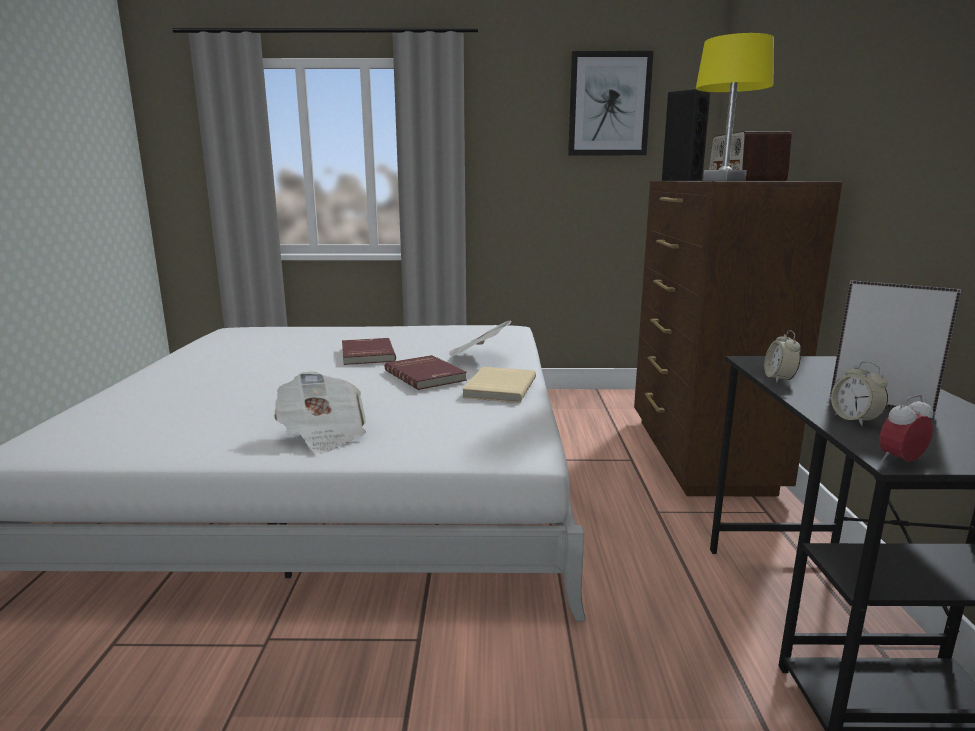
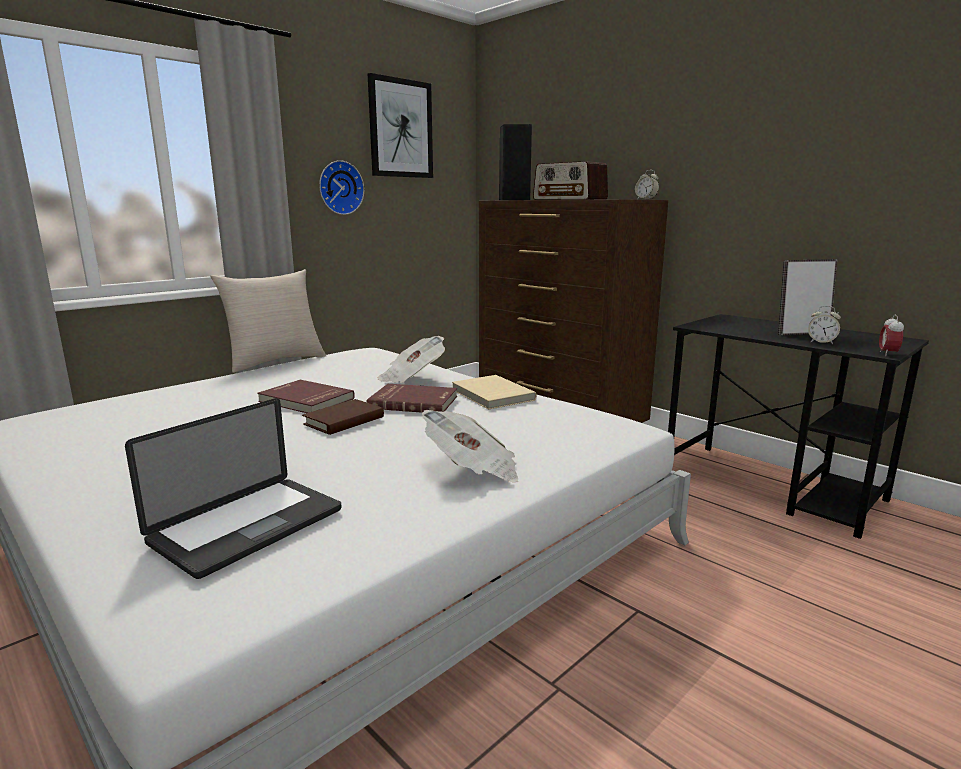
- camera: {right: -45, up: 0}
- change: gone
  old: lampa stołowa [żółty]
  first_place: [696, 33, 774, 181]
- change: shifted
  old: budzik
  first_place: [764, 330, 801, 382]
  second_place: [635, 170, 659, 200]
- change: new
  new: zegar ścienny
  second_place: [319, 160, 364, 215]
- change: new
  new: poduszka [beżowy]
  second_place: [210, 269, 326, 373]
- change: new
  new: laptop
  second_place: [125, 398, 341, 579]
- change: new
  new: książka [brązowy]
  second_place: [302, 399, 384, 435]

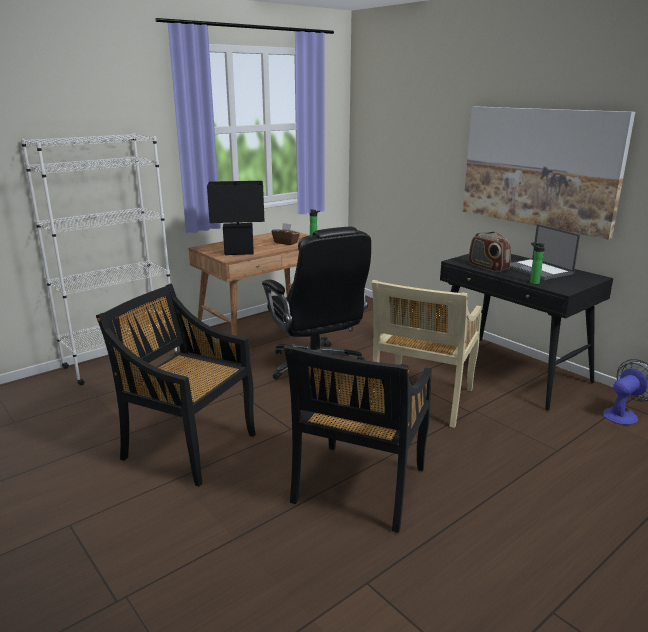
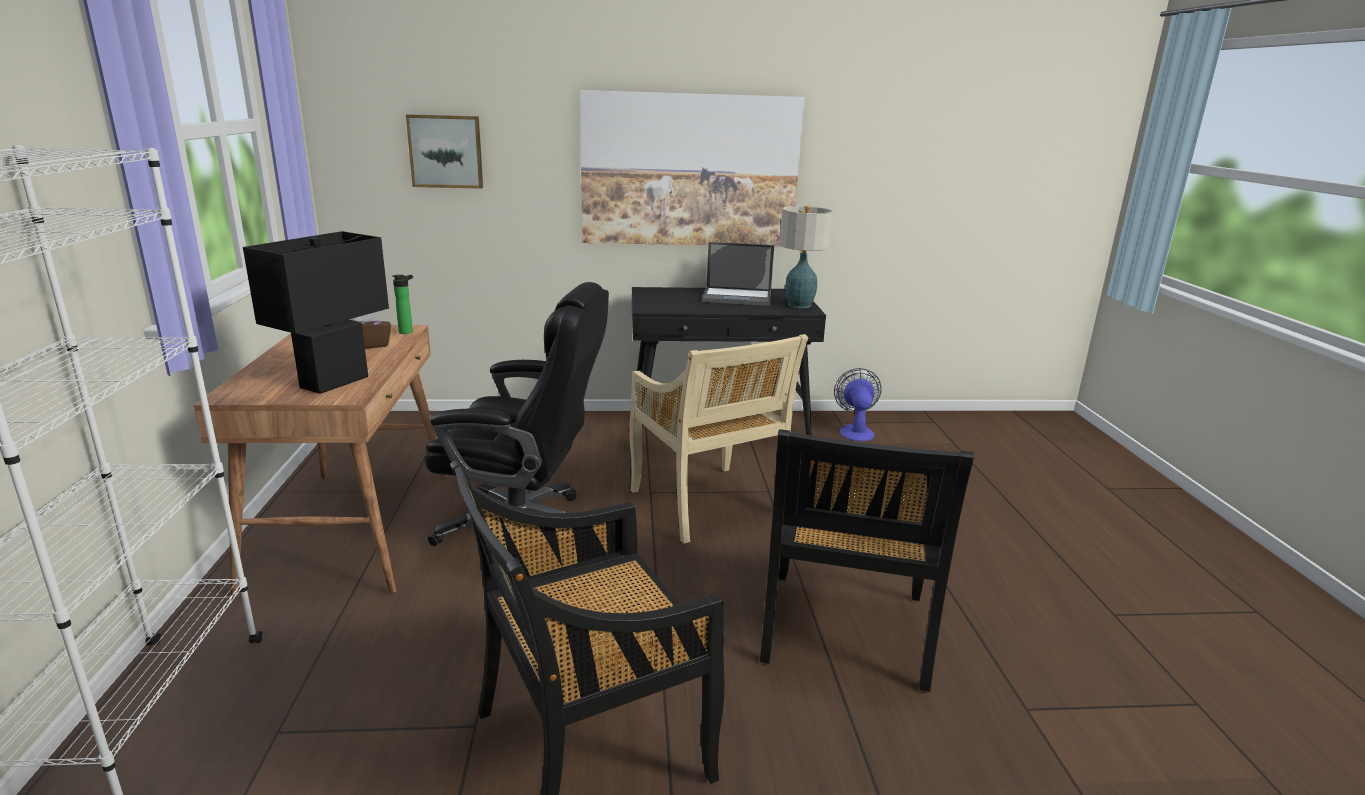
- camera: {right: -55, up: 0}
- change: gone
  old: radio
  first_place: [468, 232, 511, 272]
- change: gone
  old: butelka
  first_place: [530, 242, 545, 284]
- change: rotated
  old: krzesło [czarny]
  first_place: [284, 344, 432, 533]
  second_place: [760, 429, 974, 692]
  degrees: 45
- change: new
  new: obraz
  second_place: [406, 114, 483, 189]
- change: new
  new: lampa stołowa
  second_place: [780, 206, 833, 308]

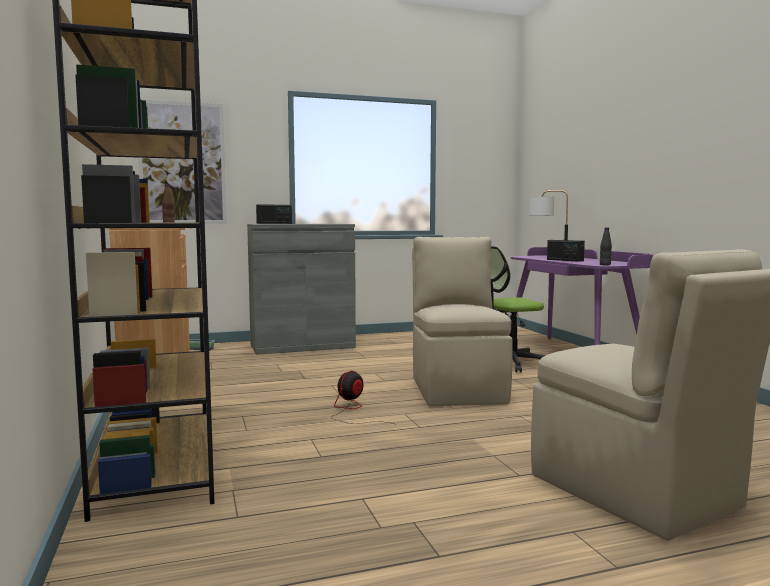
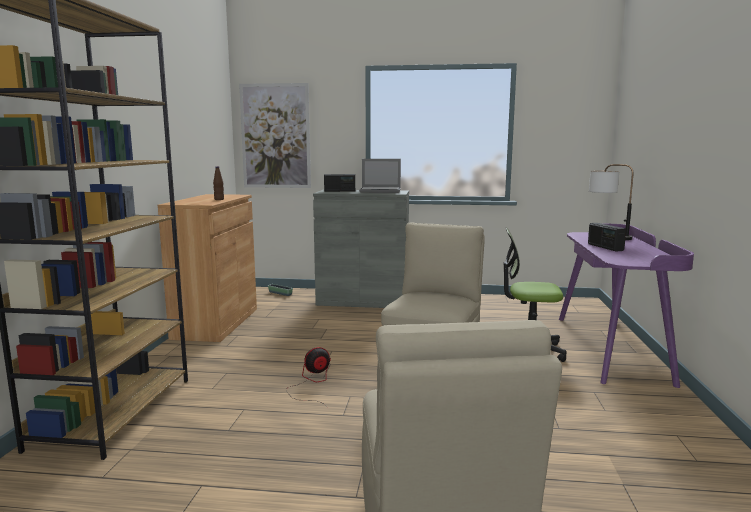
- camera: {right: 25, up: 5}
- change: gone
  old: butelka [czarny]
  first_place: [600, 227, 612, 265]
- change: new
  new: laptop
  second_place: [359, 159, 401, 193]

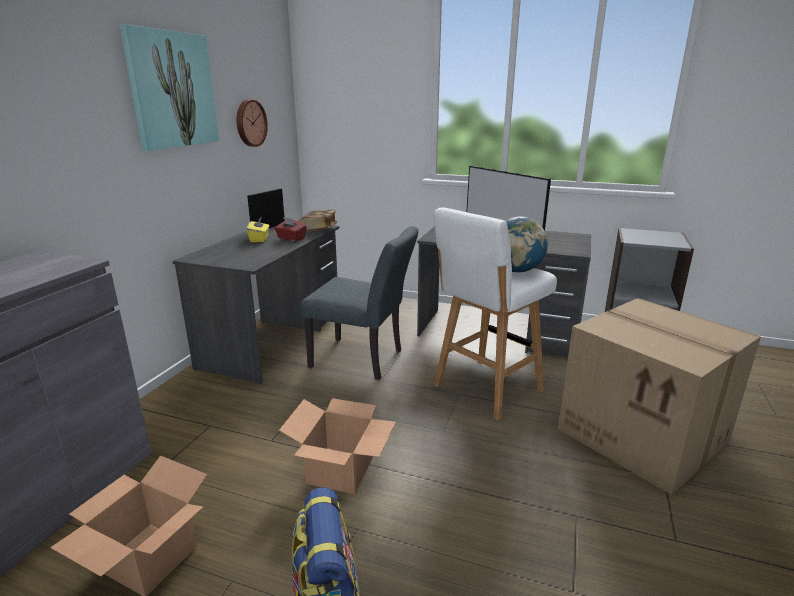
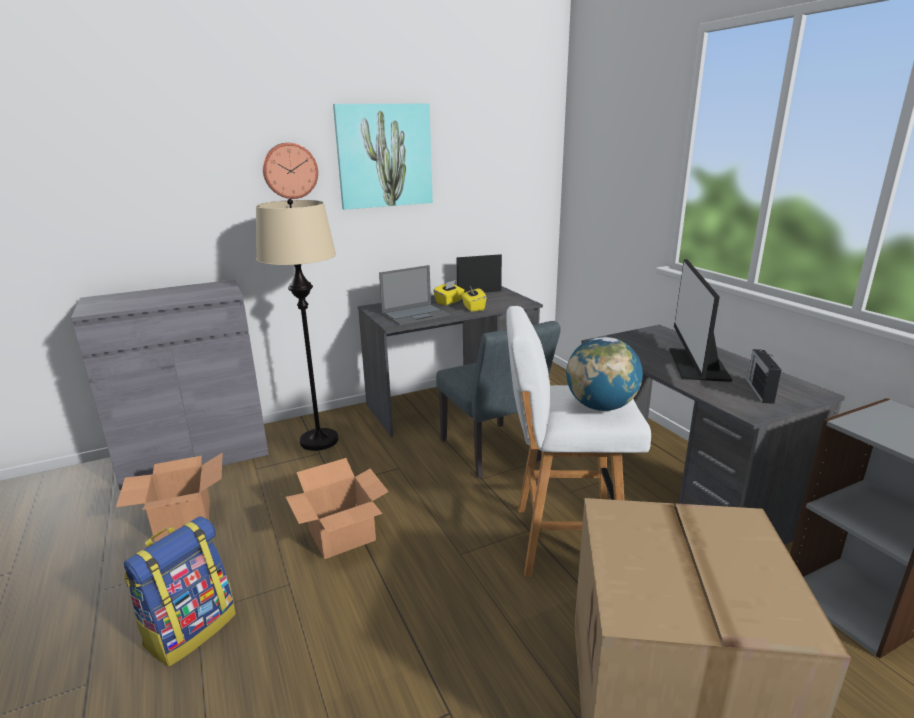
- camera: {right: 45, up: 0}
- change: shifted
  old: zegar ścienny
  first_place: [237, 100, 268, 147]
  second_place: [263, 143, 318, 199]
- change: gone
  old: książka
  first_place: [299, 209, 337, 232]
- change: repainted
  old: pudełko chusteczek [czerwony]
  new: pudełko chusteczek [żółty]
  first_place: [274, 217, 307, 241]
  second_place: [461, 285, 486, 312]
- change: new
  new: lampa stojąca [beżowy]
  second_place: [256, 199, 339, 451]
- change: new
  new: laptop
  second_place: [379, 265, 450, 326]
- change: new
  new: radio
  second_place: [747, 349, 781, 404]

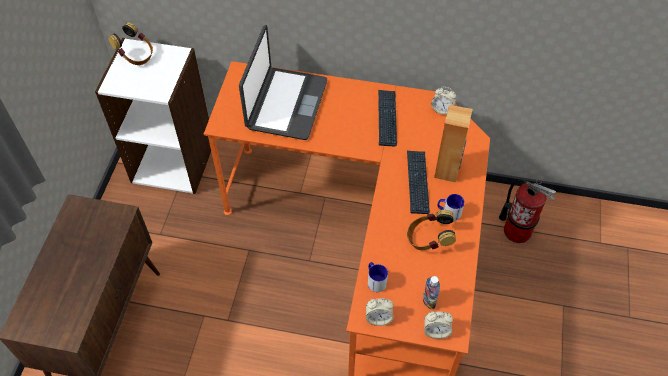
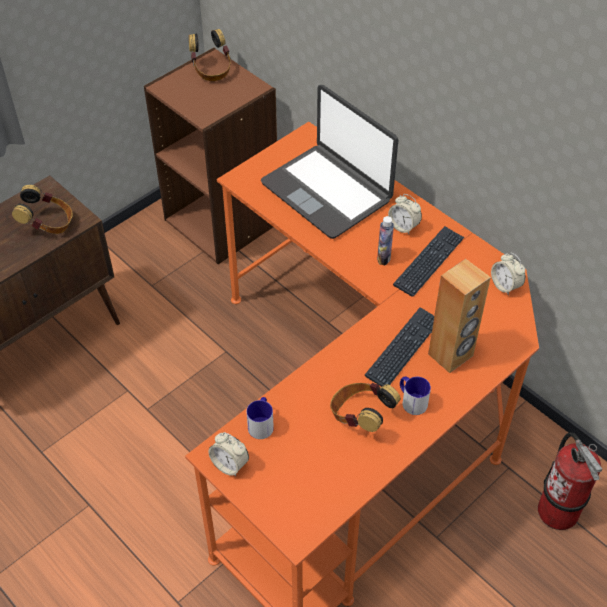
- camera: {right: 35, up: -5}
- change: rotated
  old: laptop
  first_place: [239, 25, 327, 140]
  second_place: [261, 85, 398, 239]
  degrees: 90
- change: repainted
  old: regał [biały]
  new: regał [brązowy]
  first_place: [95, 38, 211, 194]
  second_place: [144, 48, 277, 264]
- change: shifted
  old: butelka
  first_place: [423, 276, 440, 309]
  second_place: [377, 216, 394, 265]
- change: shifted
  old: budzik
  first_place: [424, 311, 453, 339]
  second_place: [388, 194, 422, 234]
- change: new
  new: słuchawki
  second_place: [12, 185, 73, 234]

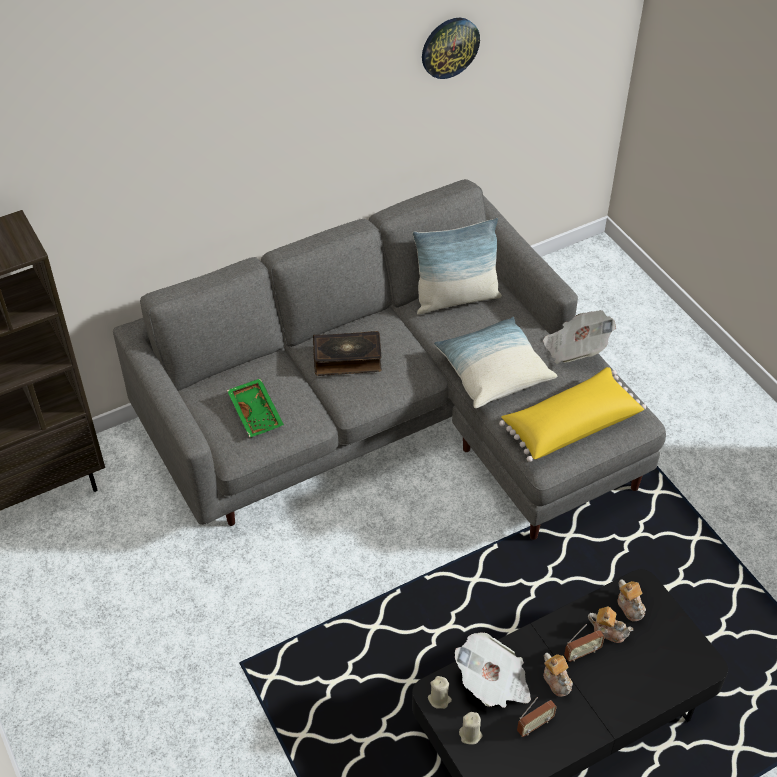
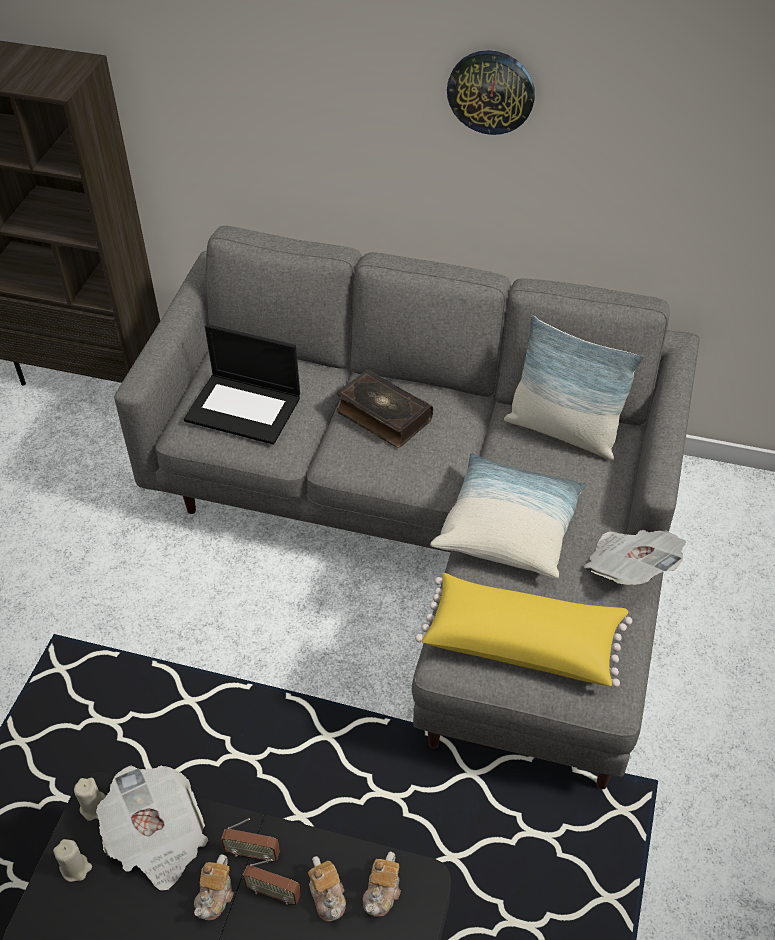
- camera: {right: 45, up: 0}
- change: shifted
  old: zegar ścienny
  first_place: [422, 18, 480, 79]
  second_place: [447, 50, 535, 135]
- change: swapped
  old: taca [zielony]
  new: laptop
  first_place: [227, 378, 284, 438]
  second_place: [184, 324, 300, 445]
- change: shifted
  old: radio
  first_place: [517, 697, 557, 737]
  second_place: [221, 818, 280, 863]

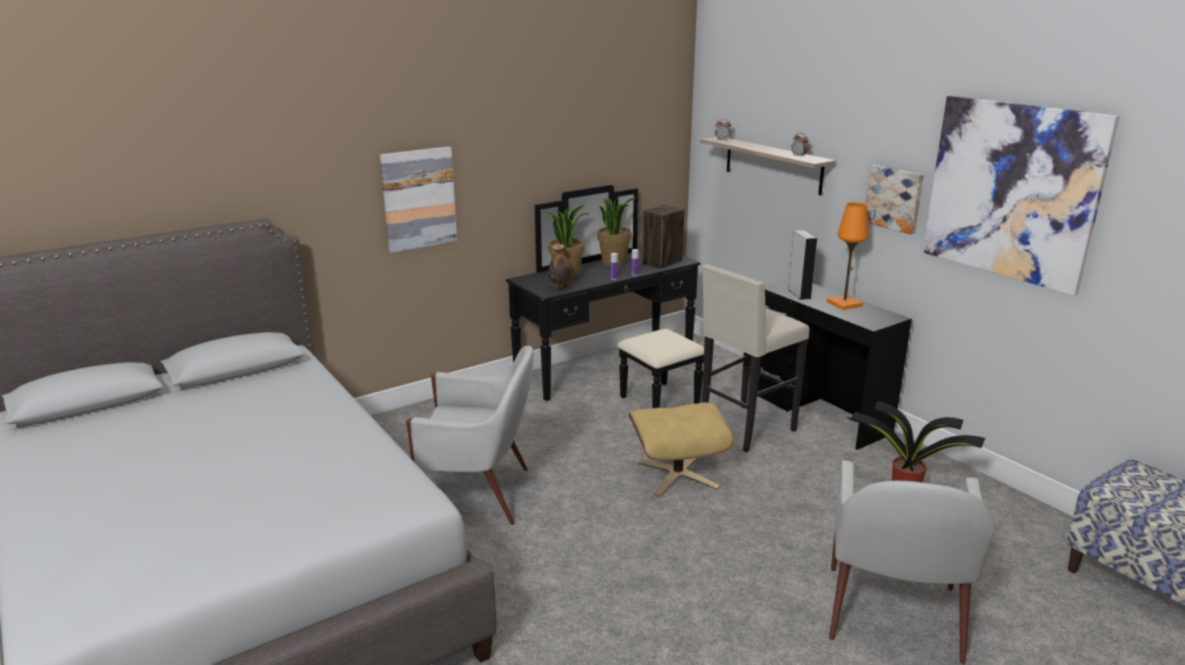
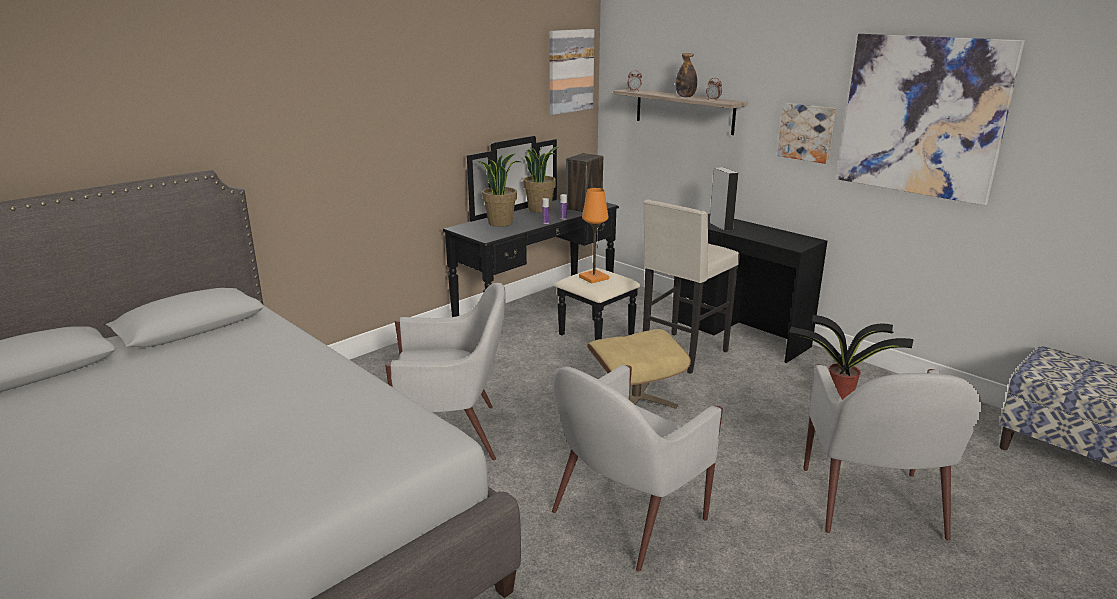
- camera: {right: -10, up: 0}
- change: shifted
  old: obraz
  first_place: [380, 147, 457, 253]
  second_place: [549, 29, 595, 115]
- change: shifted
  old: lampa stołowa [pomarańczowy]
  first_place: [827, 202, 869, 310]
  second_place: [579, 188, 609, 284]
- change: shifted
  old: butelka
  first_place: [549, 244, 572, 289]
  second_place: [676, 53, 697, 97]
- change: new
  new: fotel [biały]
  second_place: [552, 365, 723, 572]

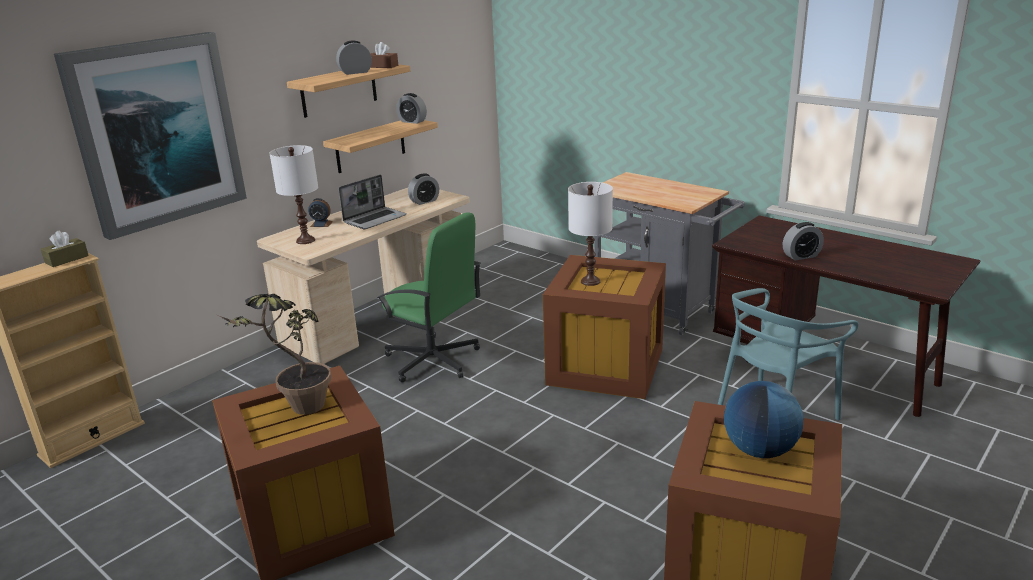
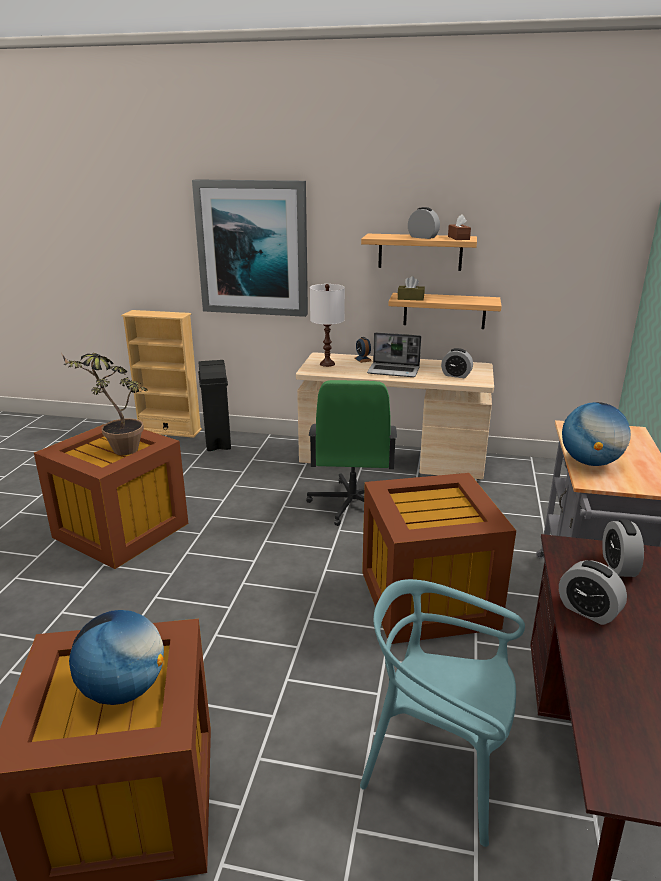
- camera: {right: 60, up: 0}
- change: shifted
  old: budzik
  first_place: [396, 93, 427, 124]
  second_place: [602, 519, 644, 577]
- change: gone
  old: lampa stołowa [biały]
  first_place: [568, 182, 613, 286]
- change: shifted
  old: pudełko chusteczek [brązowy]
  first_place: [41, 231, 89, 267]
  second_place: [398, 276, 425, 301]
- change: new
  new: kosz na śmieci [czarny]
  second_place: [198, 360, 231, 451]
- change: new
  new: globus
  second_place: [562, 402, 631, 466]

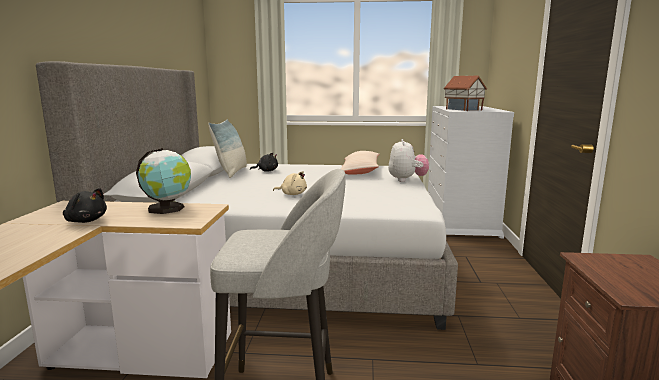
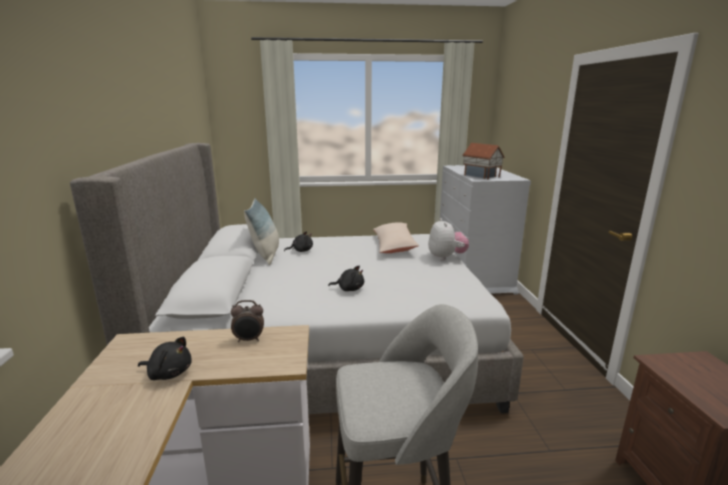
- camera: {right: -10, up: 5}
- change: swapped
  old: globus
  new: budzik
  first_place: [136, 148, 191, 214]
  second_place: [231, 300, 264, 342]
- change: repainted
  old: pluszak [beżowy]
  new: pluszak [czarny]
  first_place: [273, 171, 307, 195]
  second_place: [328, 266, 364, 291]

